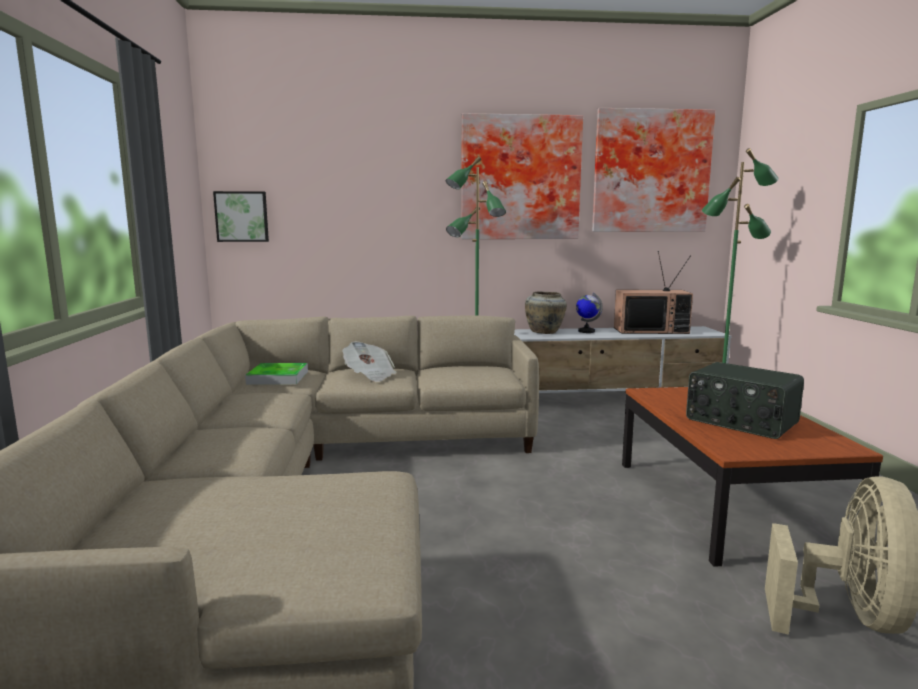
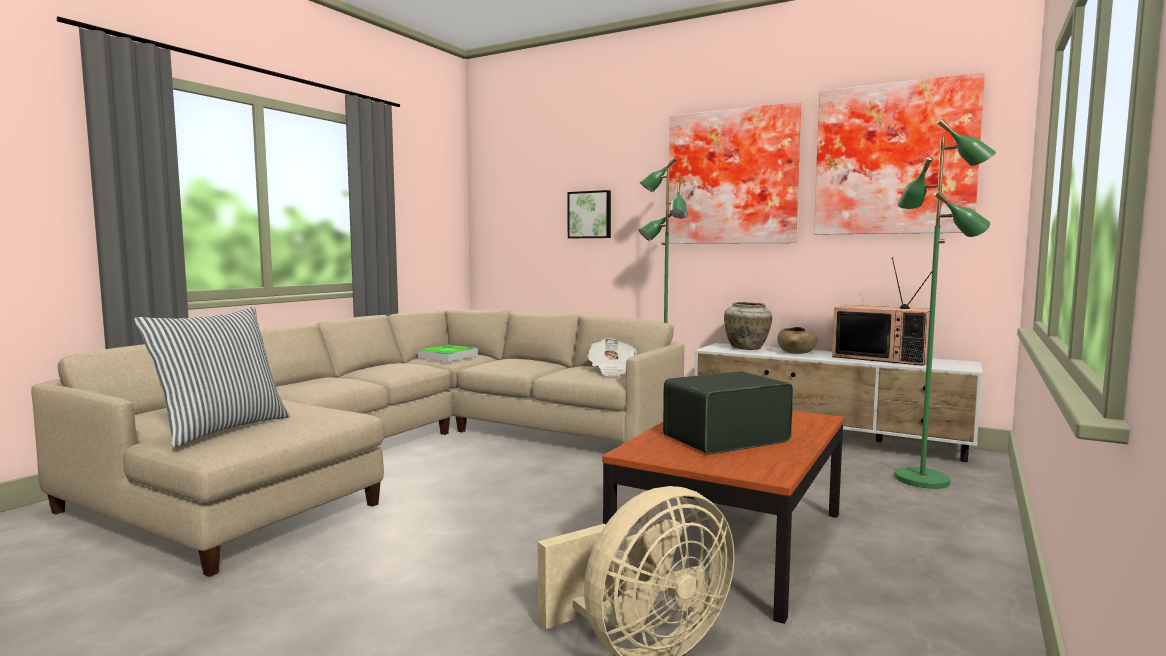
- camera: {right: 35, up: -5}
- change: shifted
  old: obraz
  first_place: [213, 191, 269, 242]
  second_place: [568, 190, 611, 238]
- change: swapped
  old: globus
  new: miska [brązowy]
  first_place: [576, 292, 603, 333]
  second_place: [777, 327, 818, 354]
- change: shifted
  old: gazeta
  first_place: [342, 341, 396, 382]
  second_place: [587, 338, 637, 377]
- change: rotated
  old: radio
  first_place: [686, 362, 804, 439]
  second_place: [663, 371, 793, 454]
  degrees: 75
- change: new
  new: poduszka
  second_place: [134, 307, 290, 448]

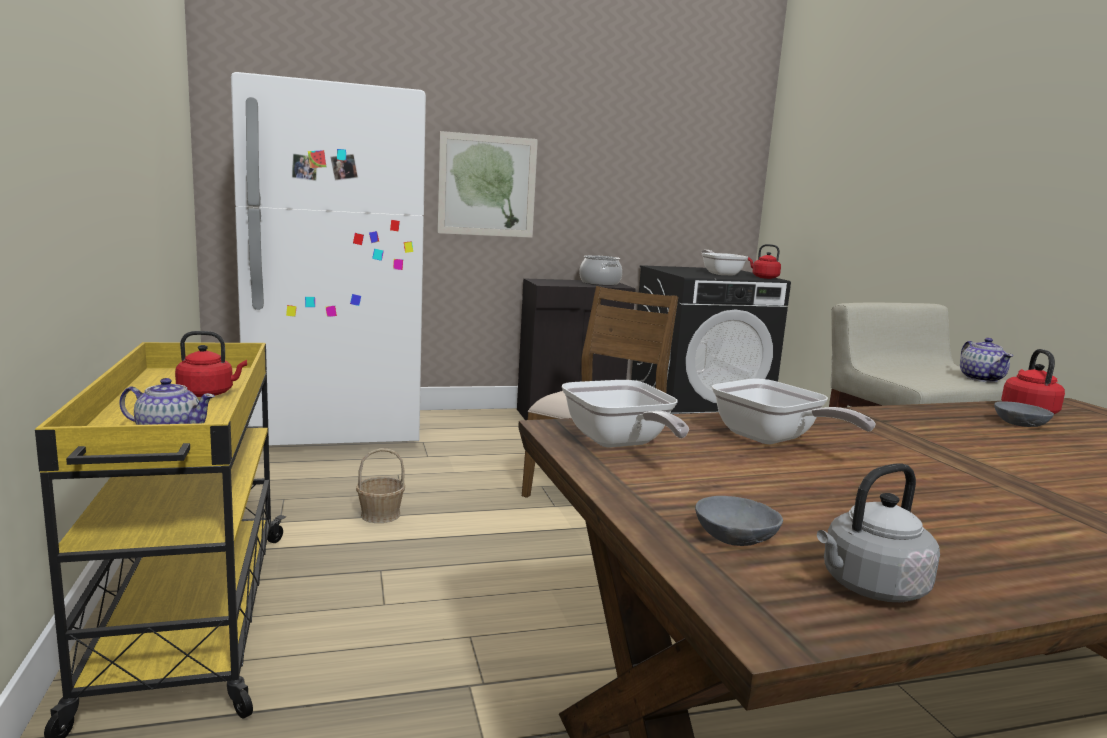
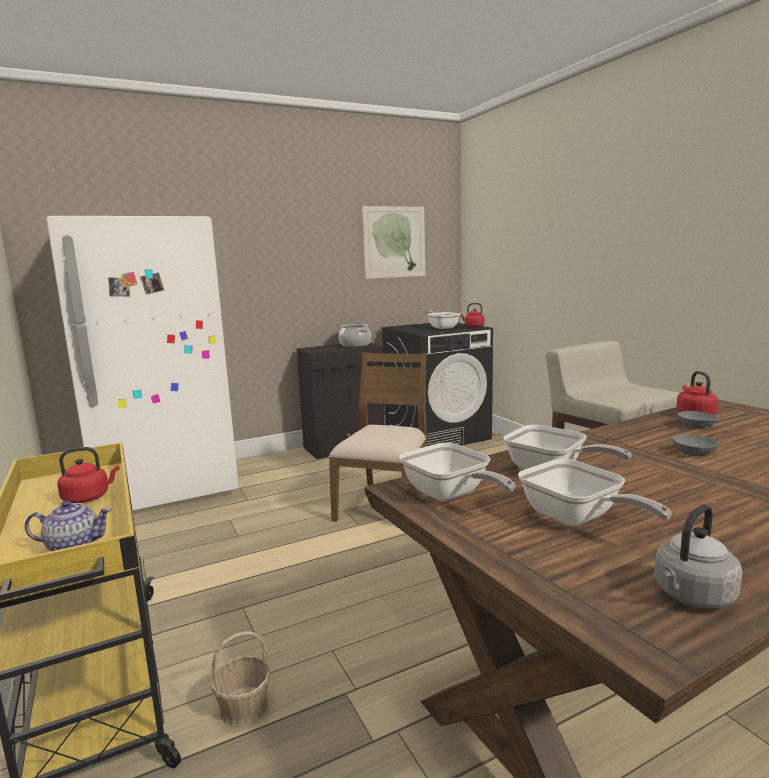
- camera: {right: -10, up: 0}
- change: shifted
  old: obraz
  first_place: [437, 131, 538, 238]
  second_place: [362, 206, 425, 279]
- change: gone
  old: imbryk
  first_place: [960, 338, 1013, 383]
- change: shifted
  old: koszyk
  first_place: [356, 448, 405, 523]
  second_place: [211, 631, 271, 727]
- change: shifted
  old: miska [szary]
  first_place: [695, 496, 783, 546]
  second_place: [673, 435, 720, 456]
- change: new
  new: patelnia
  second_place: [518, 459, 671, 527]

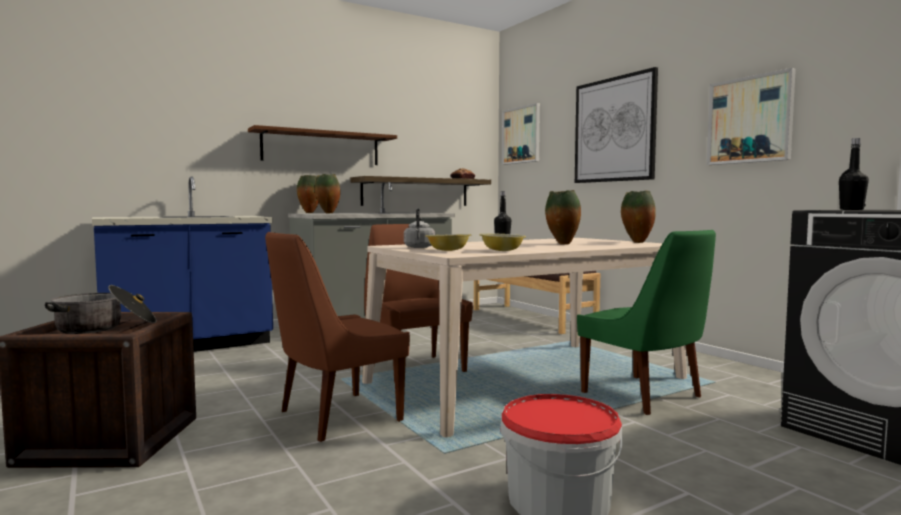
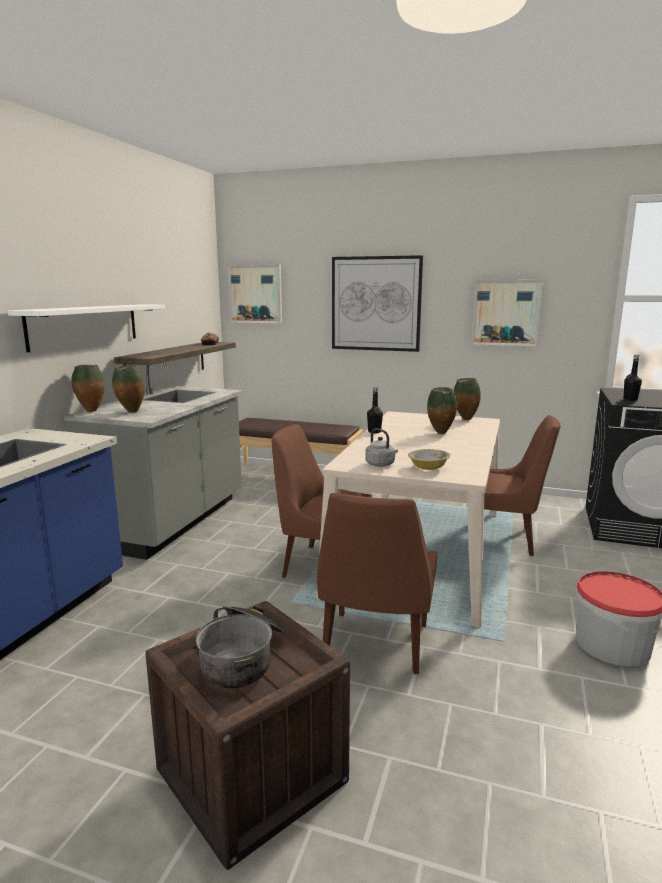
- camera: {right: -40, up: 10}
- change: repainted
  old: półka [brązowy]
  new: półka [biały]
  first_place: [248, 125, 397, 165]
  second_place: [8, 304, 165, 353]
- change: repainted
  old: krzesło [zielony]
  new: krzesło [brązowy]
  first_place: [577, 230, 716, 415]
  second_place: [484, 415, 561, 556]
- change: gone
  old: miska
  first_place: [480, 233, 526, 251]

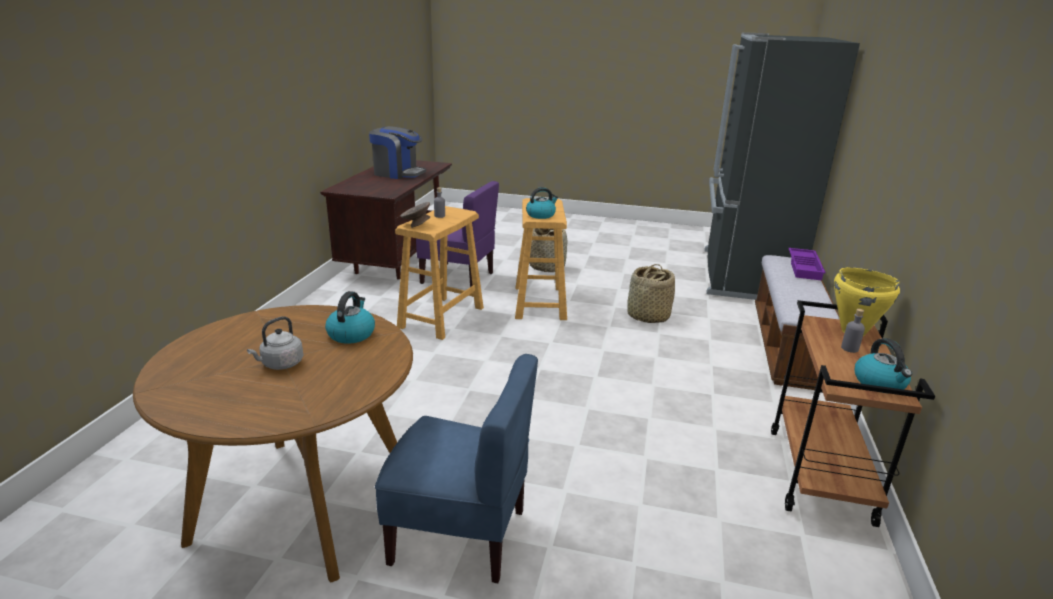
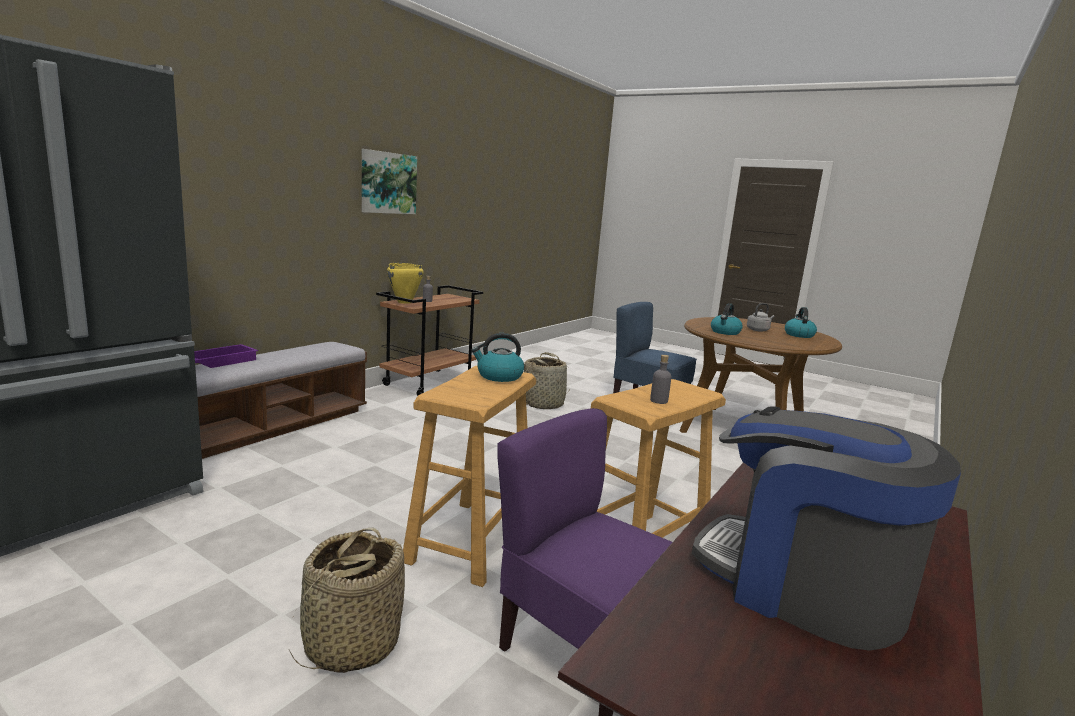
- camera: {right: -160, up: -10}
- change: gone
  old: miska [szary]
  first_place: [400, 202, 430, 228]
- change: shifted
  old: koszyk
  first_place: [627, 264, 675, 323]
  second_place: [524, 352, 573, 409]
- change: shifted
  old: czajnik
  first_place: [854, 338, 912, 393]
  second_place: [785, 307, 817, 338]
- change: new
  new: obraz
  second_place: [362, 149, 417, 214]

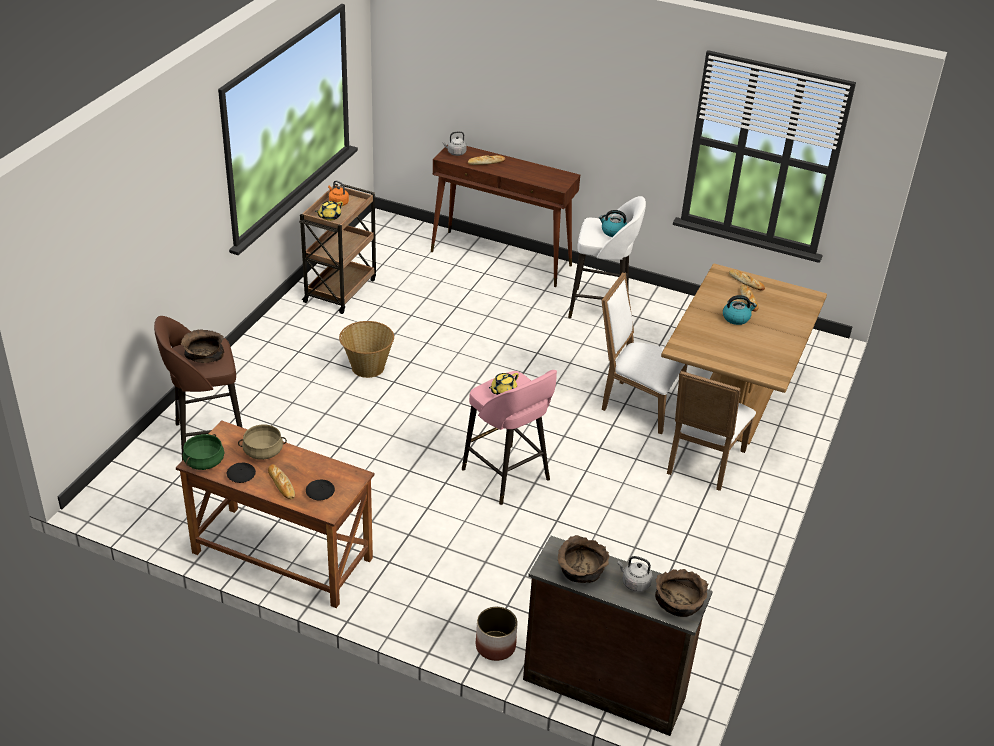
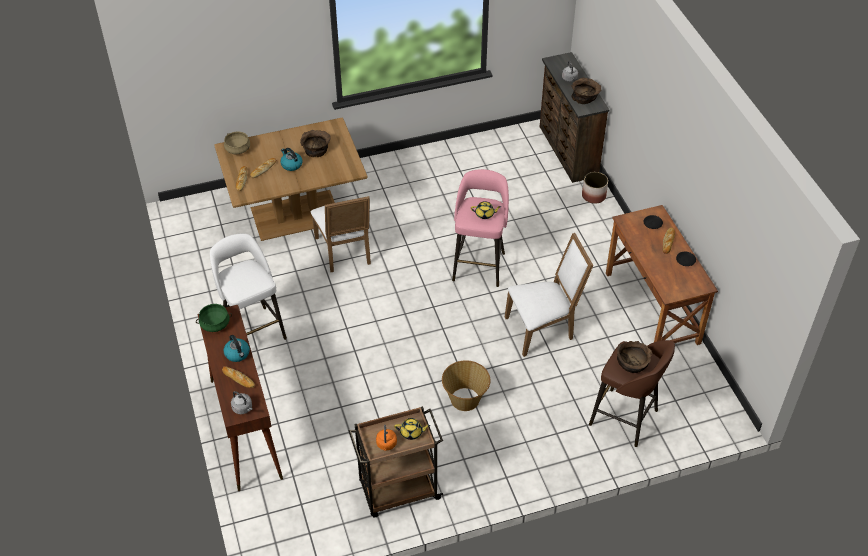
- camera: {right: -130, up: 10}
- change: shifted
  old: czajnik
  first_place: [599, 210, 627, 237]
  second_place: [224, 335, 250, 362]
- change: shifted
  old: krzesło [biały]
  first_place: [667, 371, 756, 491]
  second_place: [505, 233, 593, 357]
- change: shifted
  old: garnek [beżowy]
  first_place: [238, 424, 287, 460]
  second_place: [224, 131, 250, 154]
- change: shifted
  old: garnek [zielony]
  first_place: [183, 434, 225, 470]
  second_place: [196, 304, 232, 332]
- change: shifted
  old: miska [brązowy]
  first_place: [655, 569, 709, 617]
  second_place: [300, 130, 331, 157]

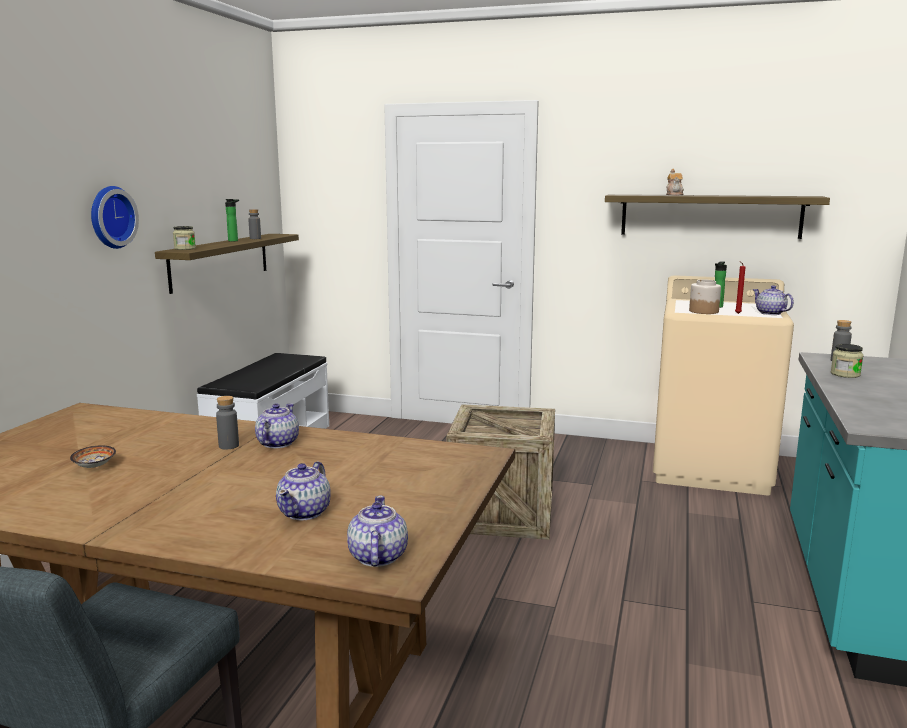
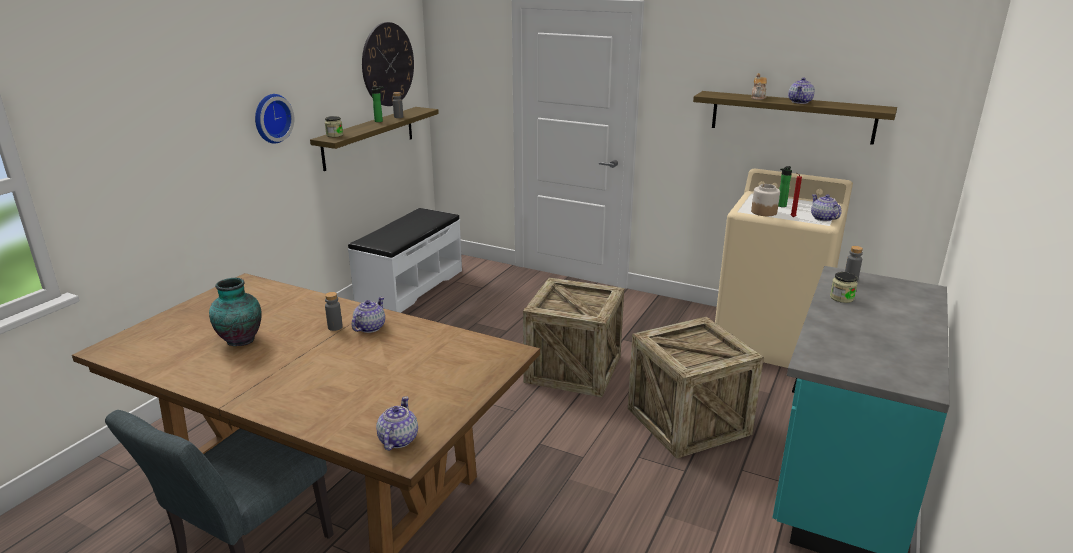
- camera: {right: 10, up: 10}
- change: swapped
  old: miska
  new: wazon
  first_place: [70, 445, 116, 468]
  second_place: [209, 277, 261, 346]
- change: shifted
  old: imbryk
  first_place: [276, 461, 331, 520]
  second_place: [788, 77, 815, 104]
- change: new
  new: zegar ścienny
  second_place: [362, 22, 414, 106]
- change: new
  new: skrzynka
  second_place: [628, 317, 764, 459]

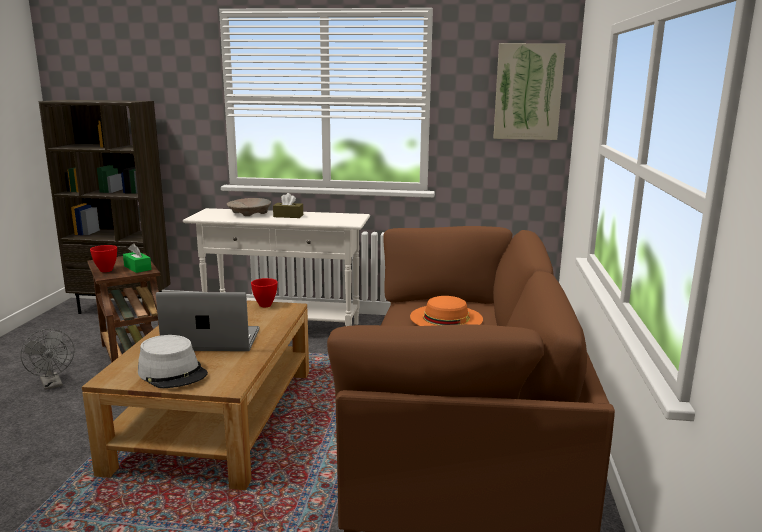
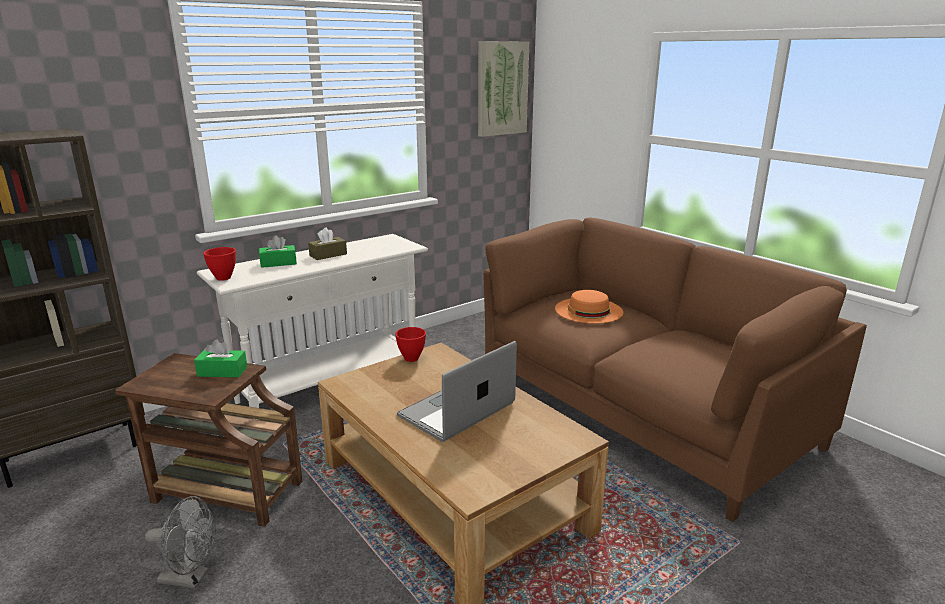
- camera: {right: -45, up: 5}
- change: swapped
  old: miska [beżowy]
  new: pudełko chusteczek [zielony]
  first_place: [227, 198, 271, 216]
  second_place: [259, 235, 297, 268]
- change: shifted
  old: miska [czerwony]
  first_place: [90, 245, 117, 272]
  second_place: [203, 247, 236, 281]
- change: gone
  old: kapelusz [szary]
  first_place: [138, 335, 208, 388]

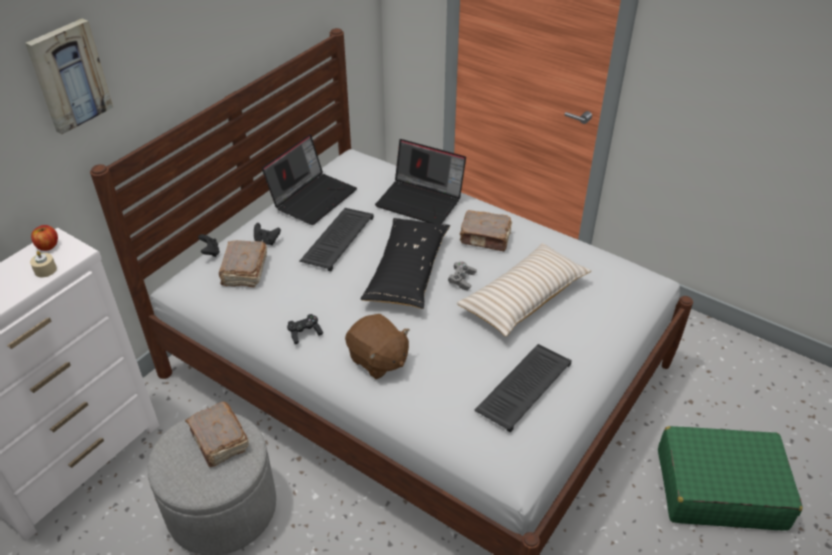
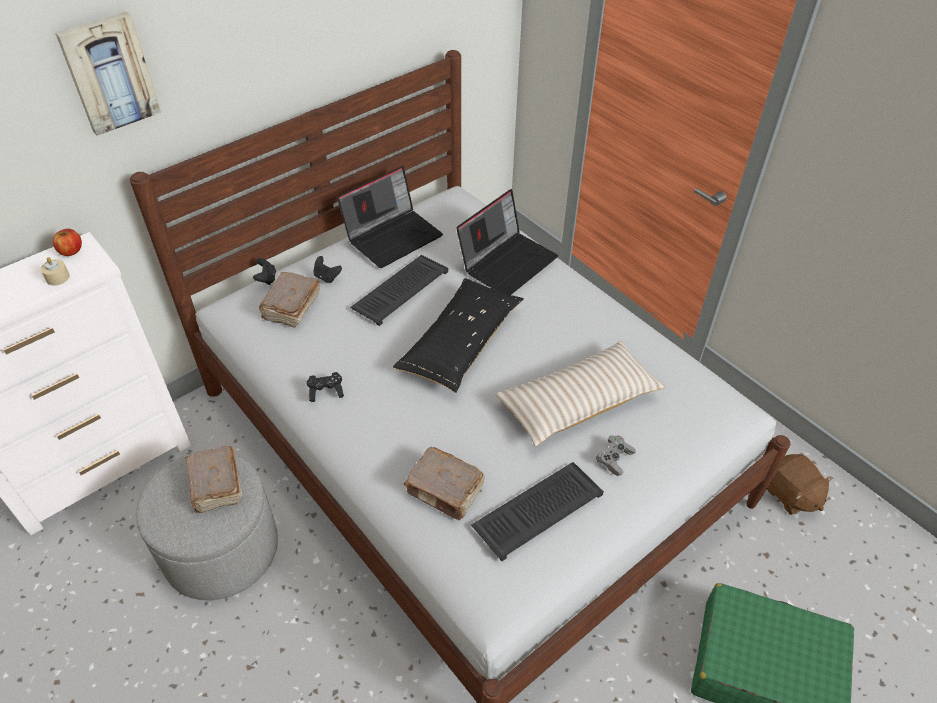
- camera: {right: 15, up: 5}
- change: rotated
  old: laptop
  first_place: [375, 139, 466, 224]
  second_place: [456, 189, 558, 295]
  degrees: -90
- change: shifted
  old: książka [brązowy]
  first_place: [460, 210, 512, 251]
  second_place: [404, 447, 485, 521]
- change: shifted
  old: pad do gier [szary]
  first_place: [448, 261, 477, 290]
  second_place: [596, 435, 636, 476]
- change: shifted
  old: pluszak [brązowy]
  first_place: [345, 314, 410, 379]
  second_place: [767, 454, 833, 515]

